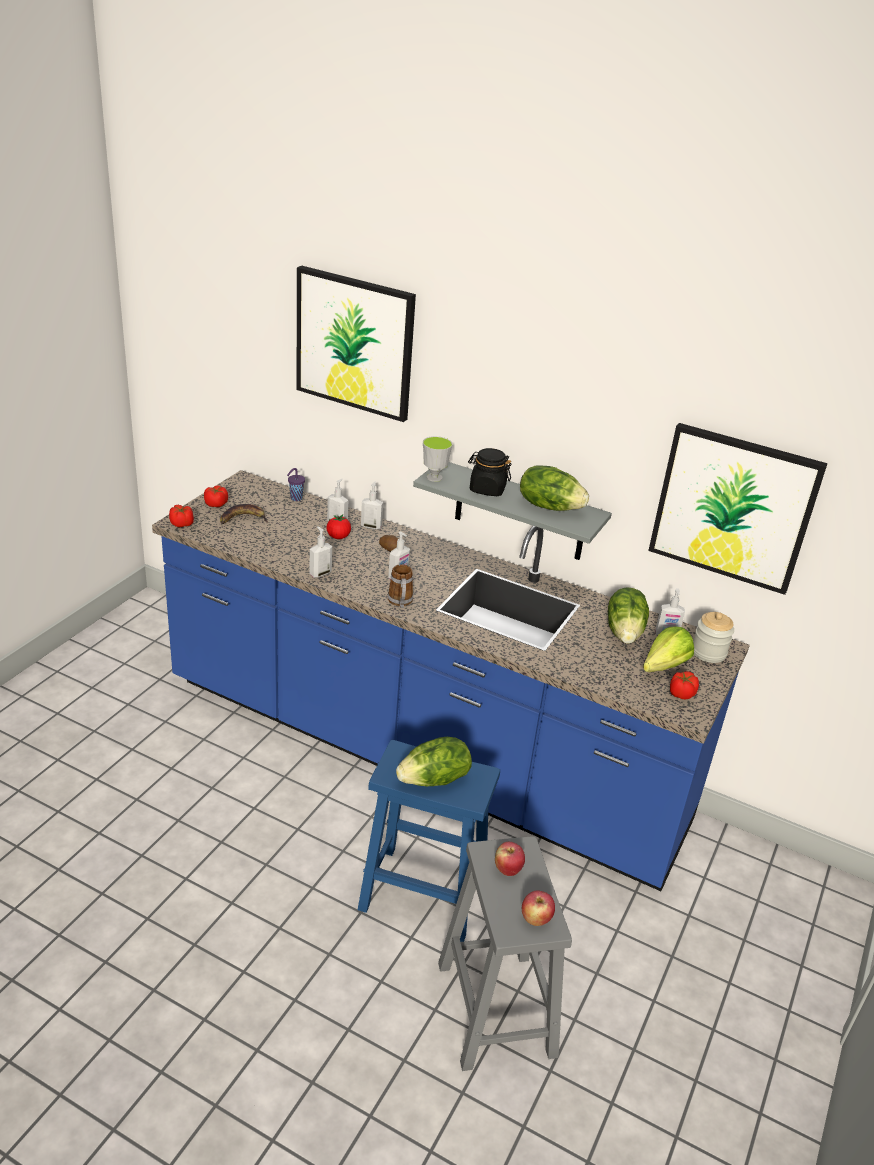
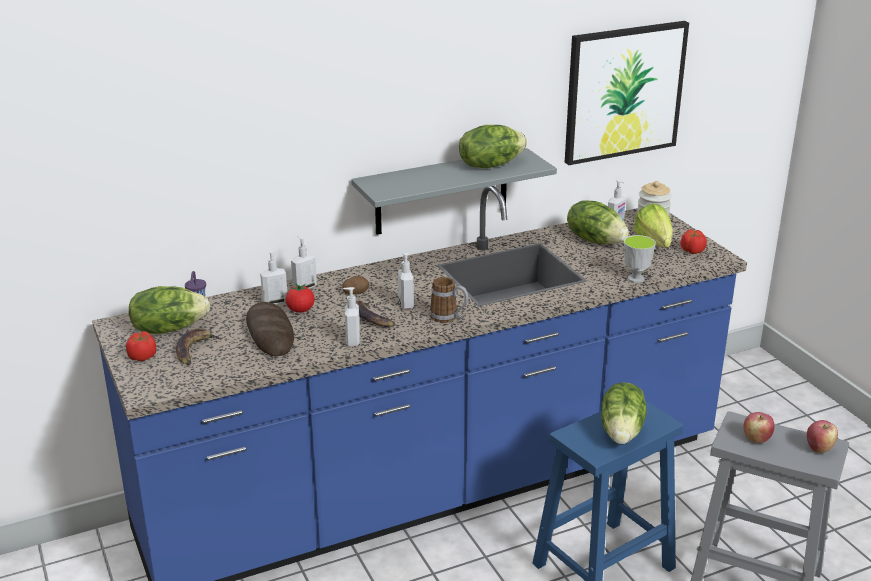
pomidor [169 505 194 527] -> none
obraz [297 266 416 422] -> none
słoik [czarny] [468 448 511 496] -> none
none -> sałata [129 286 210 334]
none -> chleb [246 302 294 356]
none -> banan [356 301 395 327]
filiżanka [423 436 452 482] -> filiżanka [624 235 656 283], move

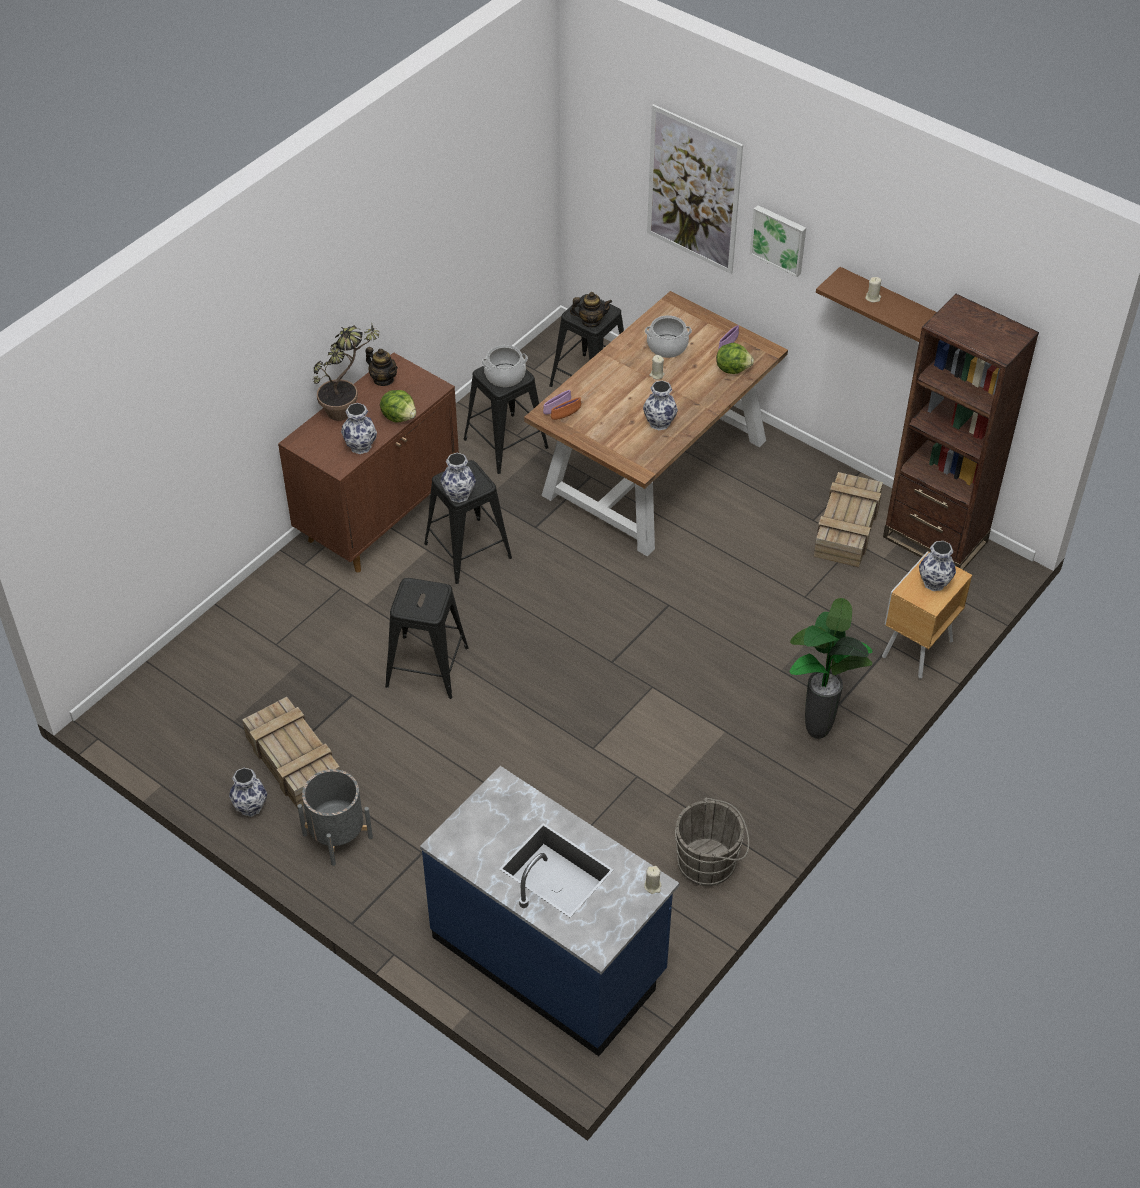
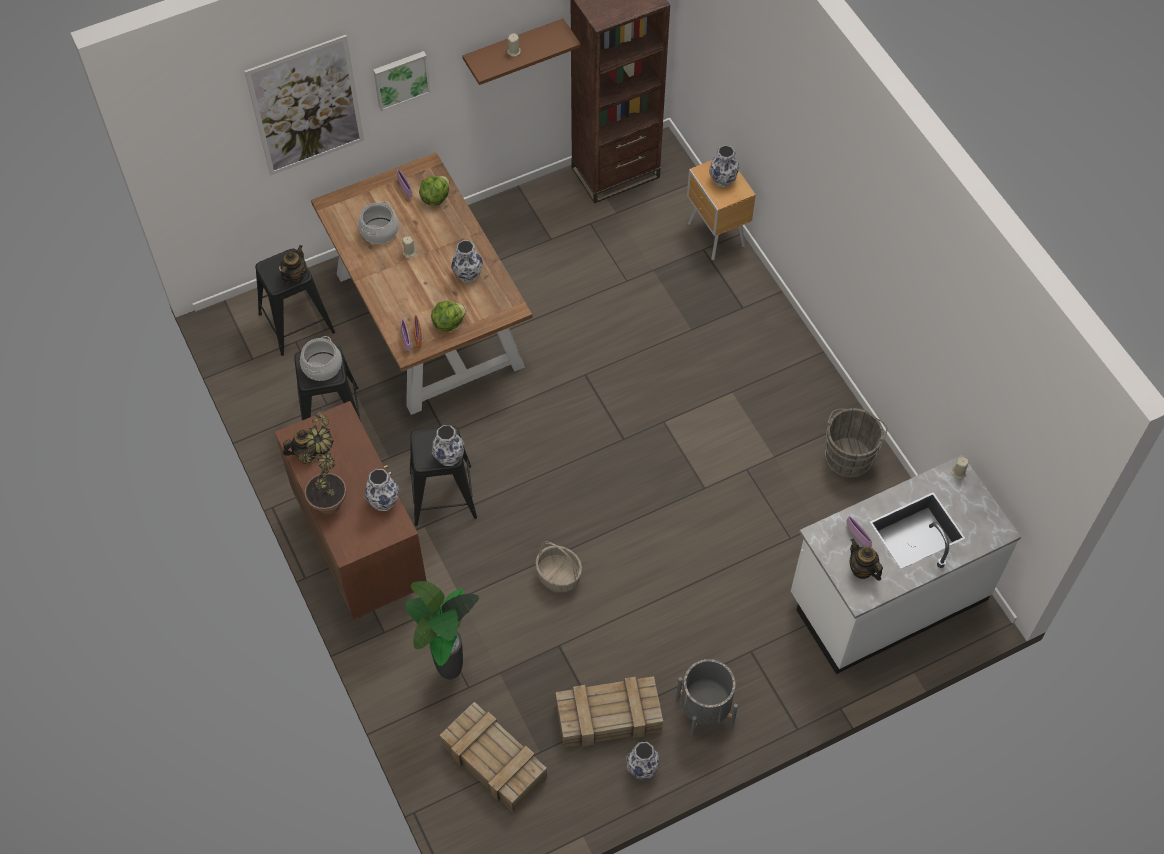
none -> miska [fioletowy] [846 516 872 547]
none -> imbryk [850 539 883 581]
sałata [380 390 416 423] -> sałata [431 301 467 332], move
roślina doniczkowa [789 598 873 739] -> roślina doniczkowa [405 581 479 679], move
skrzynka [813 472 883 568] -> skrzynka [439 702 547 812], move
stołek [czarny] [385 578 469 699] -> koszyk [535 541 582 592]
zabudowa kuchenna [niebieski] [420 766 679 1056] -> zabudowa kuchenna [biały] [791 455 1021 674]

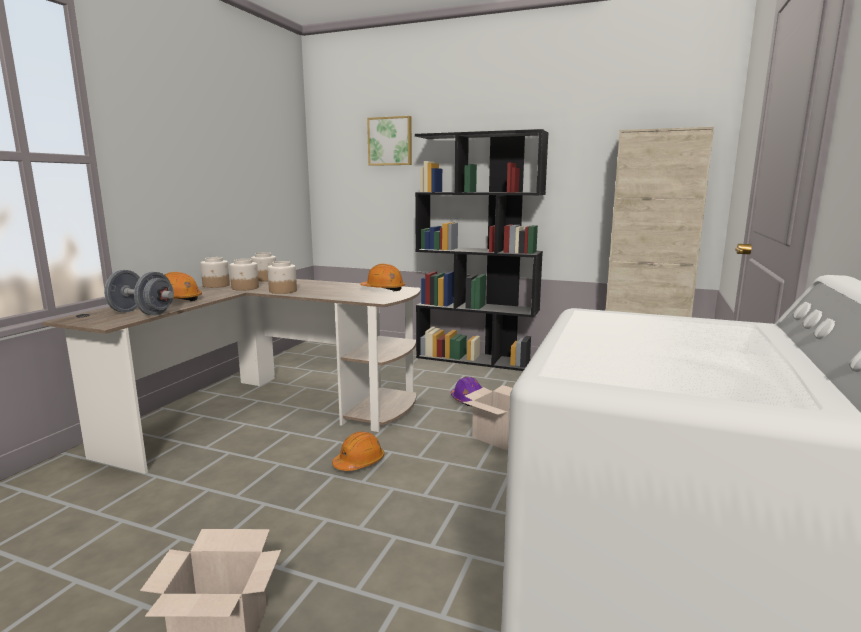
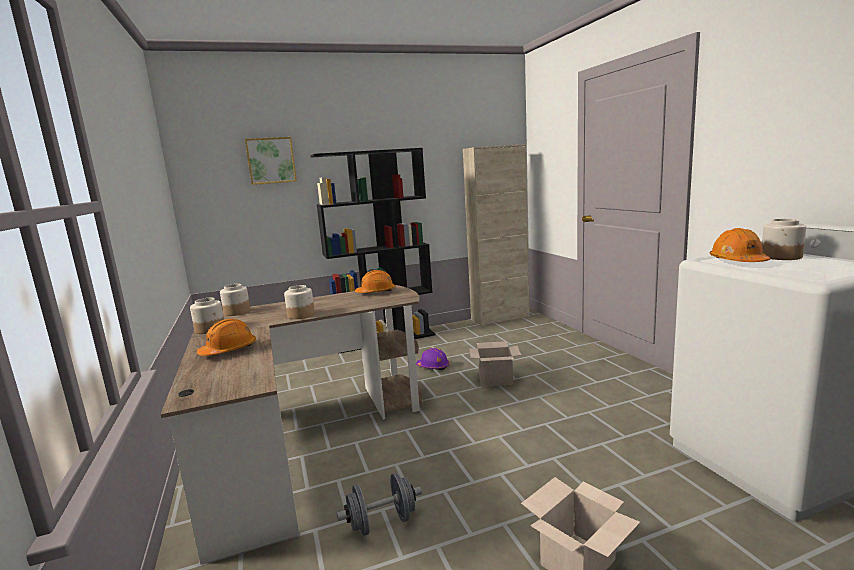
hantel [szary] [104 270 174 315] -> hantel [szary] [337 473 422 536], move
słoik [229 259 259 291] -> słoik [762 219 806 260], move
kask [pomarańczowy] [332 432 384 471] -> kask [pomarańczowy] [709 228 770 262], move

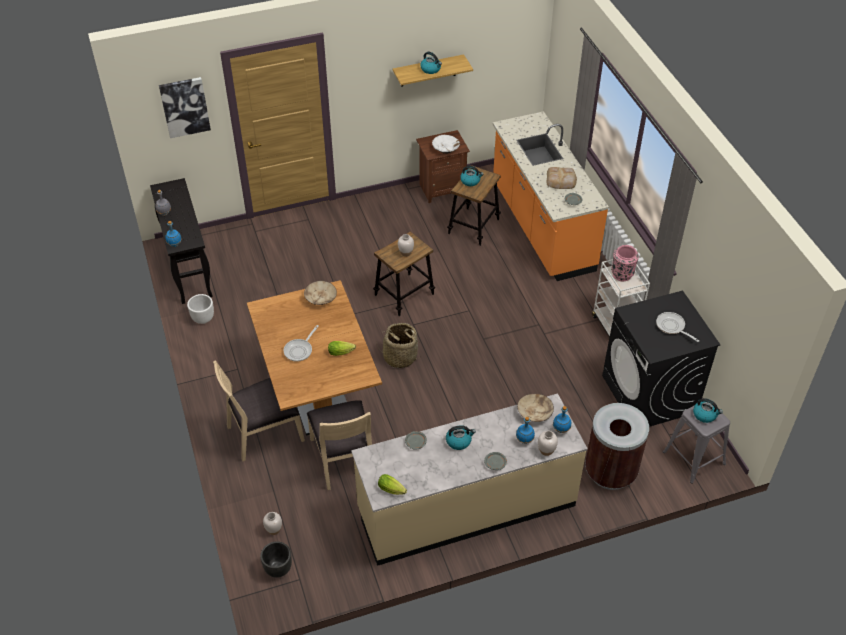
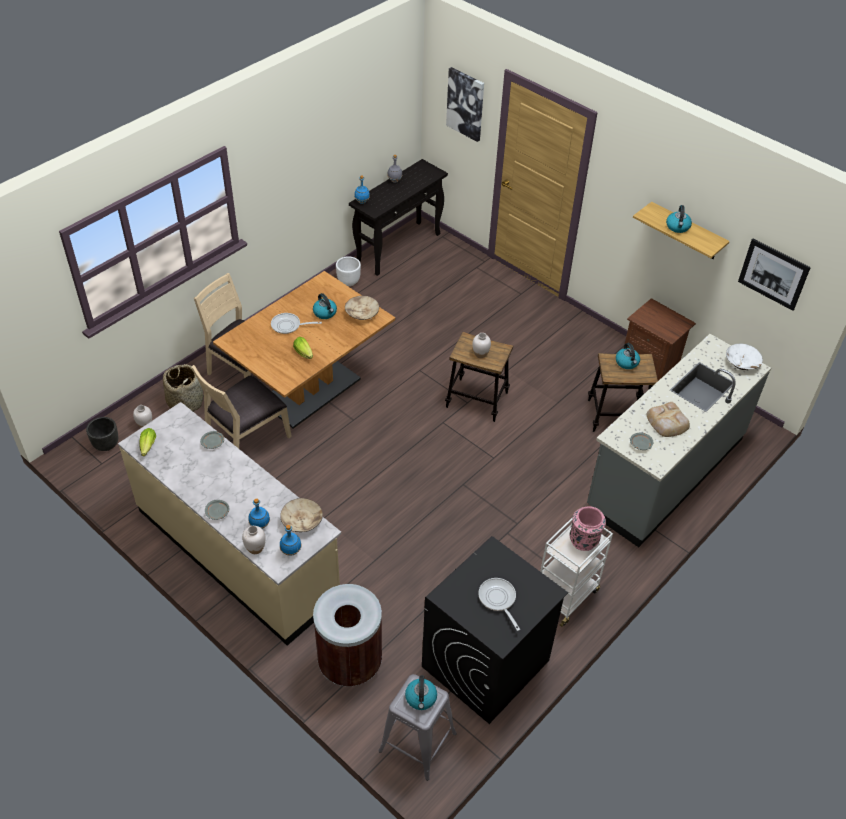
none -> obraz [738 239 811 311]
koszyk [376 323 419 368] -> koszyk [163 364 203 412], move
miska [biały] [432 135 460 154] -> miska [biały] [726 344 763 370], move
czajnik [446 425 476 450] -> czajnik [313 293 337 319], move
zabudowa kuchenna [pomarańczowy] [493 111 609 281] -> zabudowa kuchenna [szary] [587 334 771 547]
patelnia [656 312 699 342] -> patelnia [479 578 520 631], 45 degrees counterclockwise

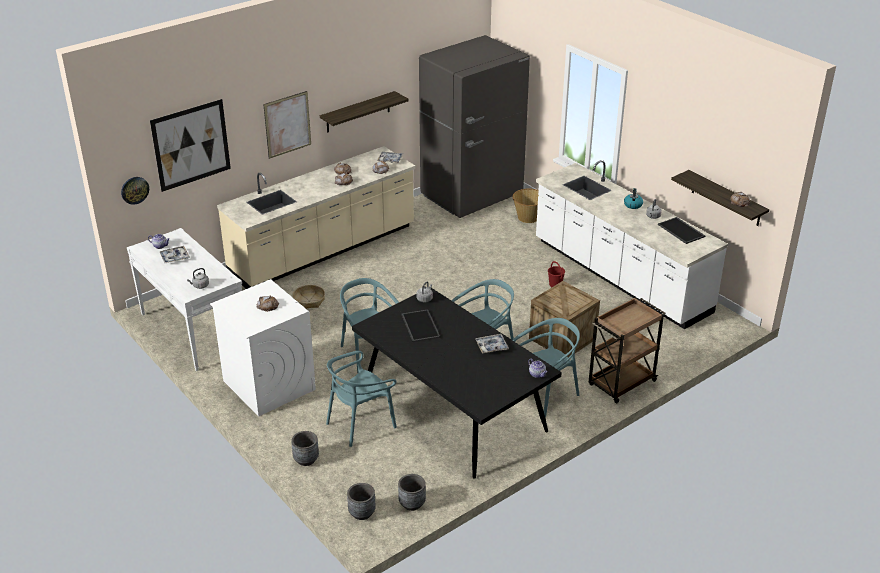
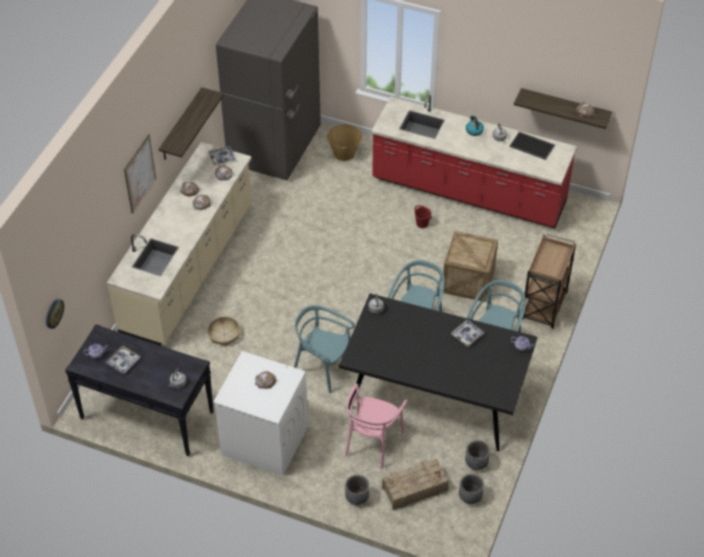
obraz [150 99 231 192] -> none
taca [401 309 440 342] -> none
none -> skrzynka [382 459 449 510]
donica [szary] [347 483 376 520] -> donica [szary] [465 440 490 470], move
stolik konsolowy [biały] [127 228 242 371] -> stolik konsolowy [czarny] [65 324 214 456]
krzesło [turkusowy] [326 351 397 447] -> krzesło [różowy] [345 384 408 469]
zabudowa kuchenna [biały] [536 160 728 329] -> zabudowa kuchenna [czerwony] [371 95 577 228]

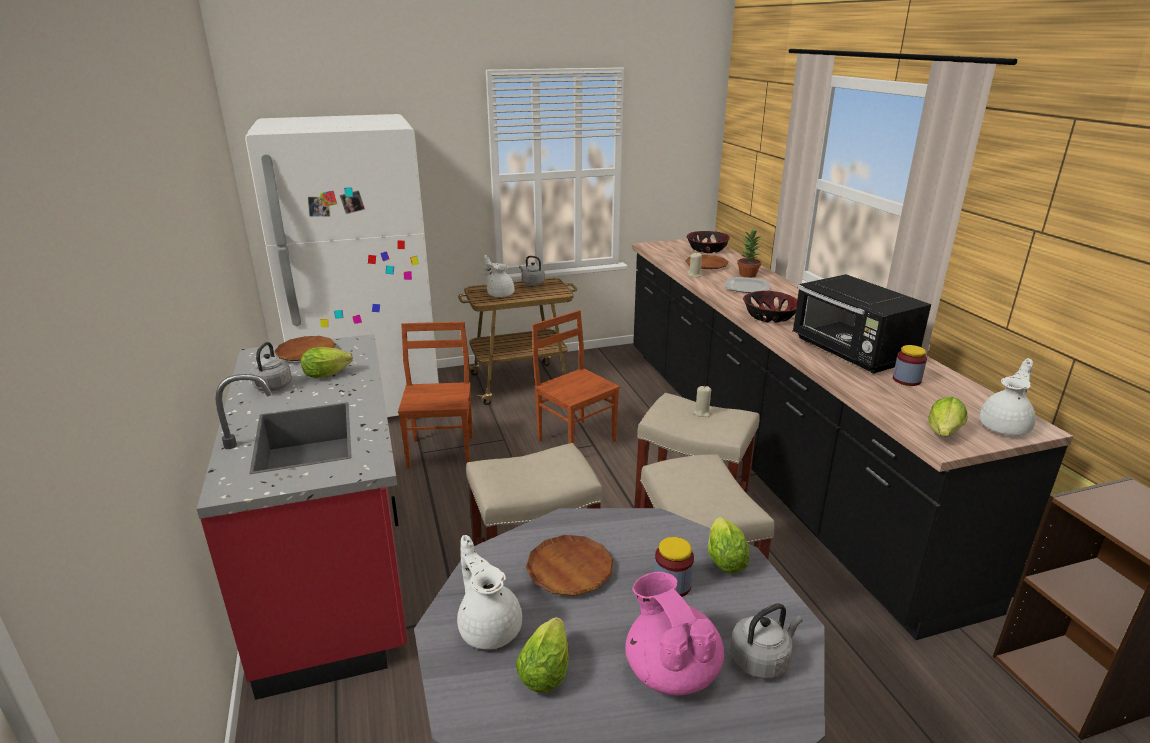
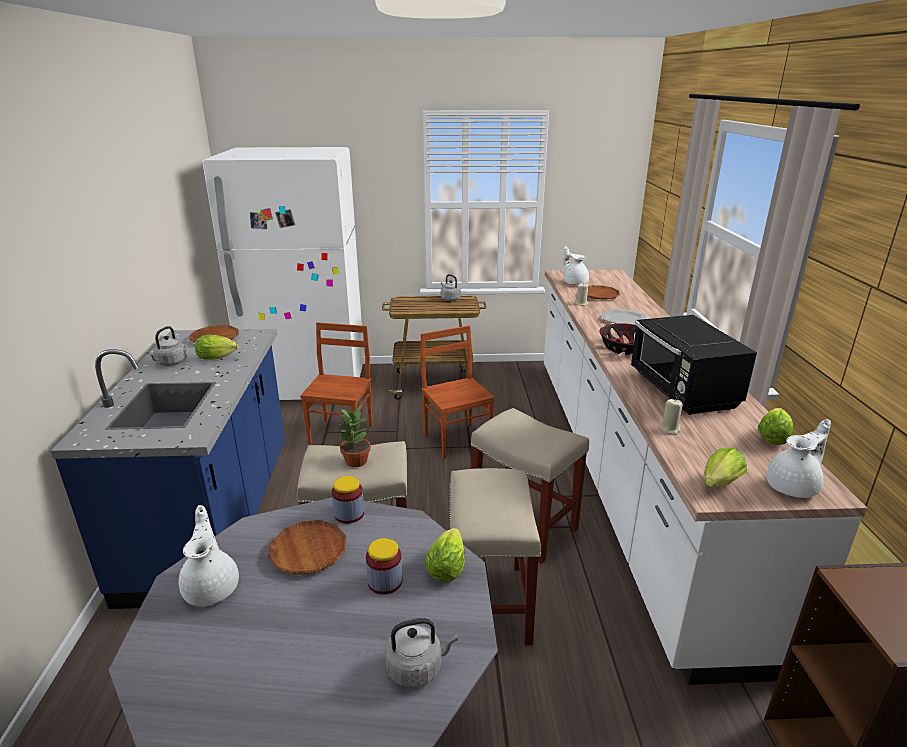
imbryk [różowy] [625 572 724 695] -> none
miska [687 231 730 253] -> none
imbryk [biały] [484 255 515 297] -> imbryk [biały] [563 246 589 285], move
sałata [516 617 569 693] -> sałata [758 408 793 445], move
świeca [beżowy] [694 386 711 417] -> świeca [beżowy] [660 399 683 435], move
roślina doniczkowa [737 228 762 278] -> roślina doniczkowa [338 406 371 467], move
słoik [893 345 927 386] -> słoik [332 476 364 524], move
zabudowa kuchenna [czerwony] [197 334 408 700] -> zabudowa kuchenna [niebieski] [51 329 285 609]
zabudowa kuchenna [czarny] [632 238 1073 640] -> zabudowa kuchenna [biały] [544 270 867 685]

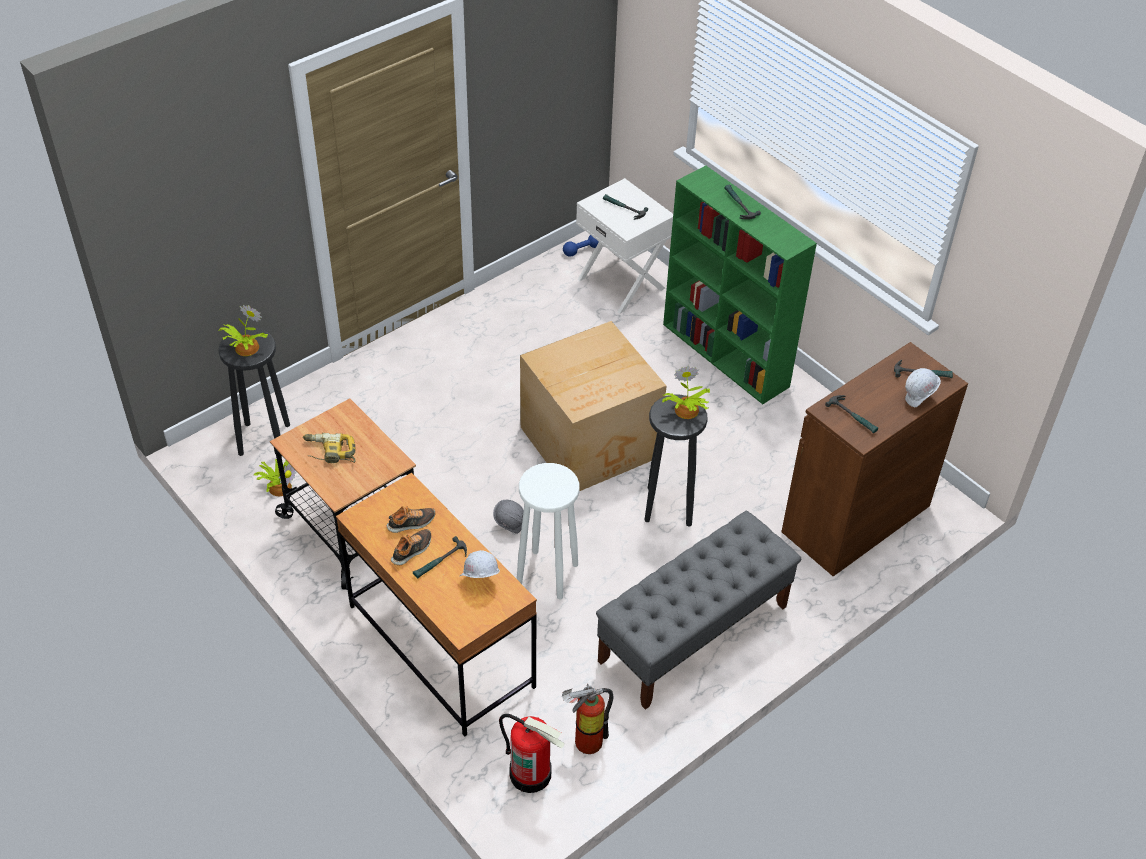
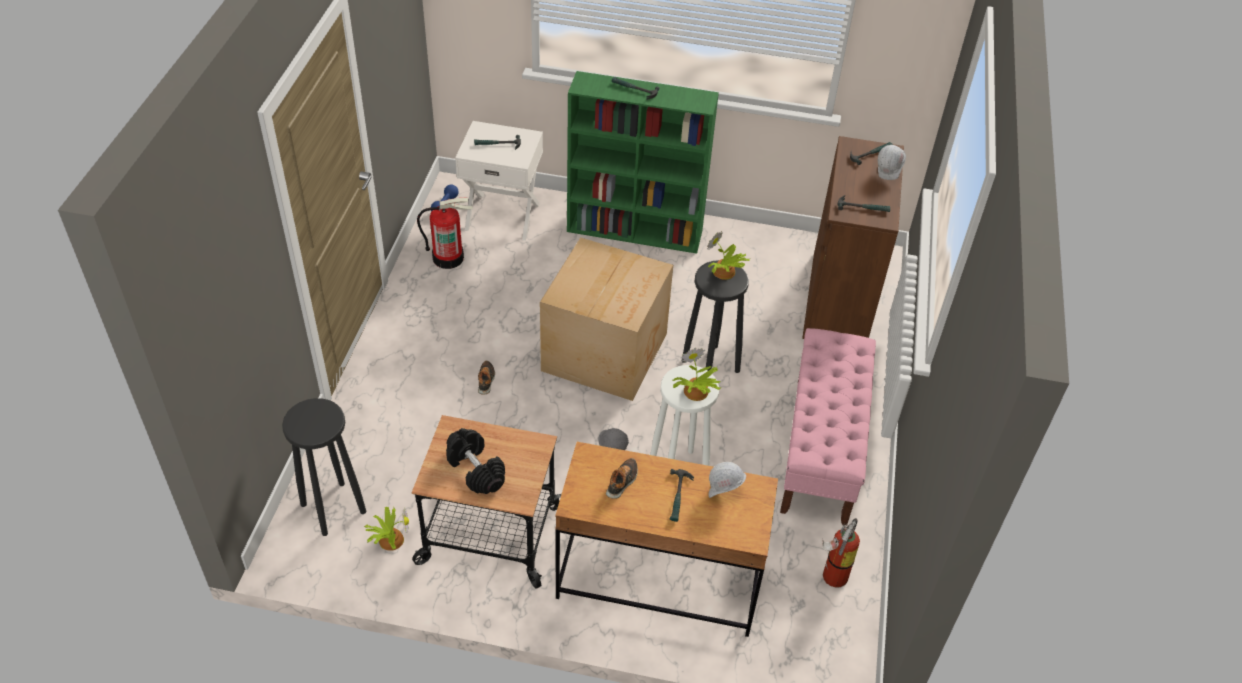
roślina doniczkowa [218 305 268 356] -> roślina doniczkowa [673 348 720 401], move
but [391 529 431 565] -> but [478 361 495 395], move
gaśnica [499 714 565 793] -> gaśnica [417 198 473 269], move
wiertarka [303 433 356 463] -> hantel [czarny] [446 428 505 494]
ławka [szary] [596 511 801 710] -> ławka [różowy] [780 328 876 525]

